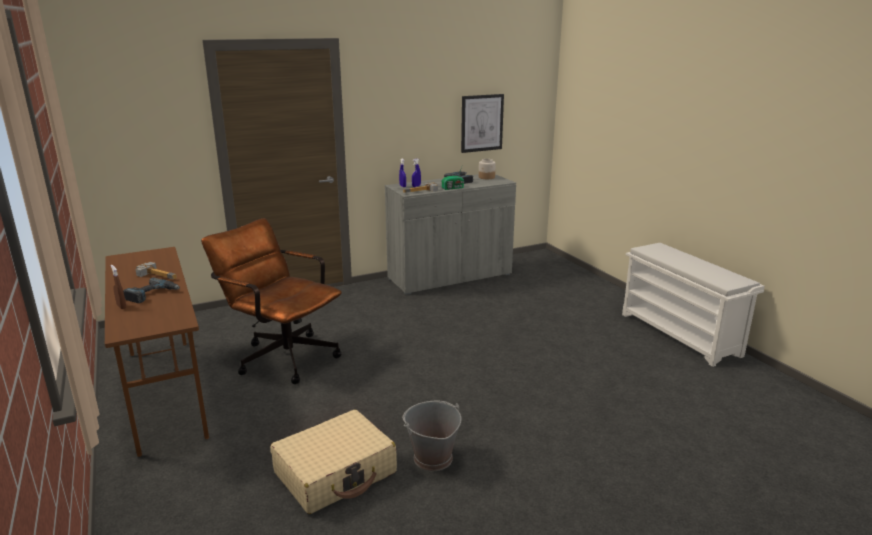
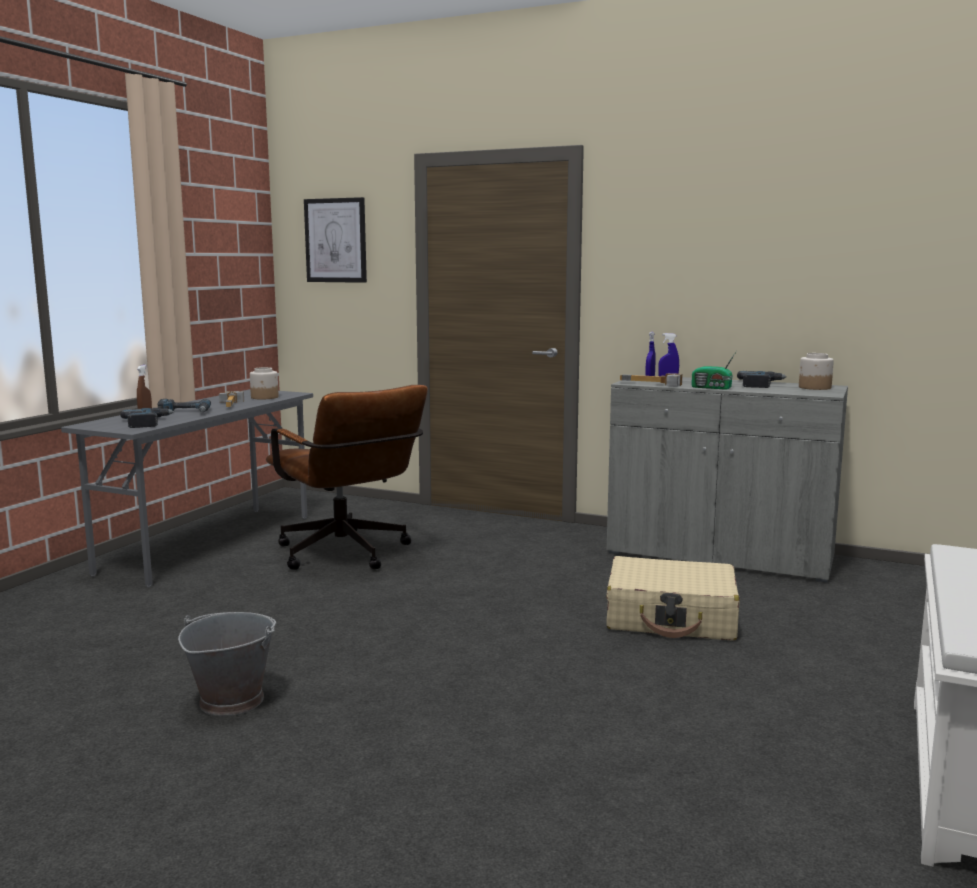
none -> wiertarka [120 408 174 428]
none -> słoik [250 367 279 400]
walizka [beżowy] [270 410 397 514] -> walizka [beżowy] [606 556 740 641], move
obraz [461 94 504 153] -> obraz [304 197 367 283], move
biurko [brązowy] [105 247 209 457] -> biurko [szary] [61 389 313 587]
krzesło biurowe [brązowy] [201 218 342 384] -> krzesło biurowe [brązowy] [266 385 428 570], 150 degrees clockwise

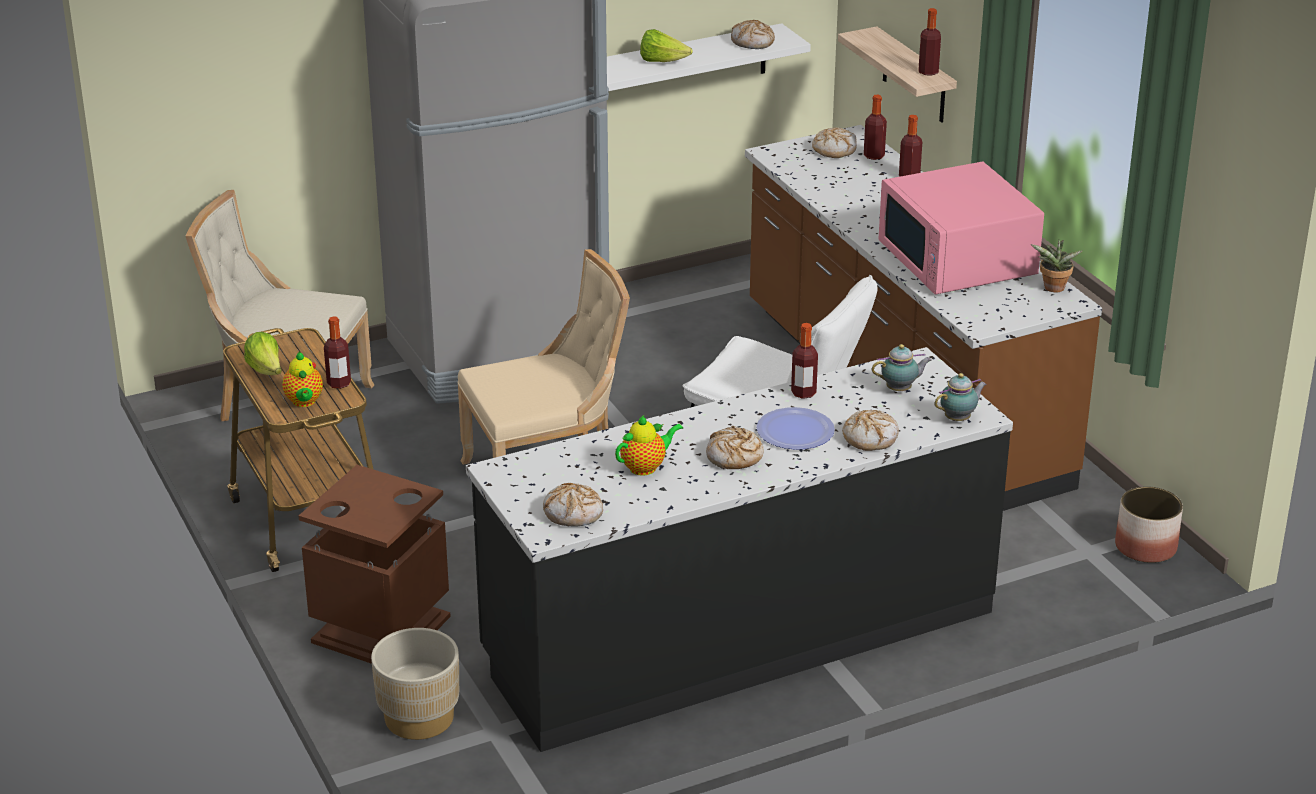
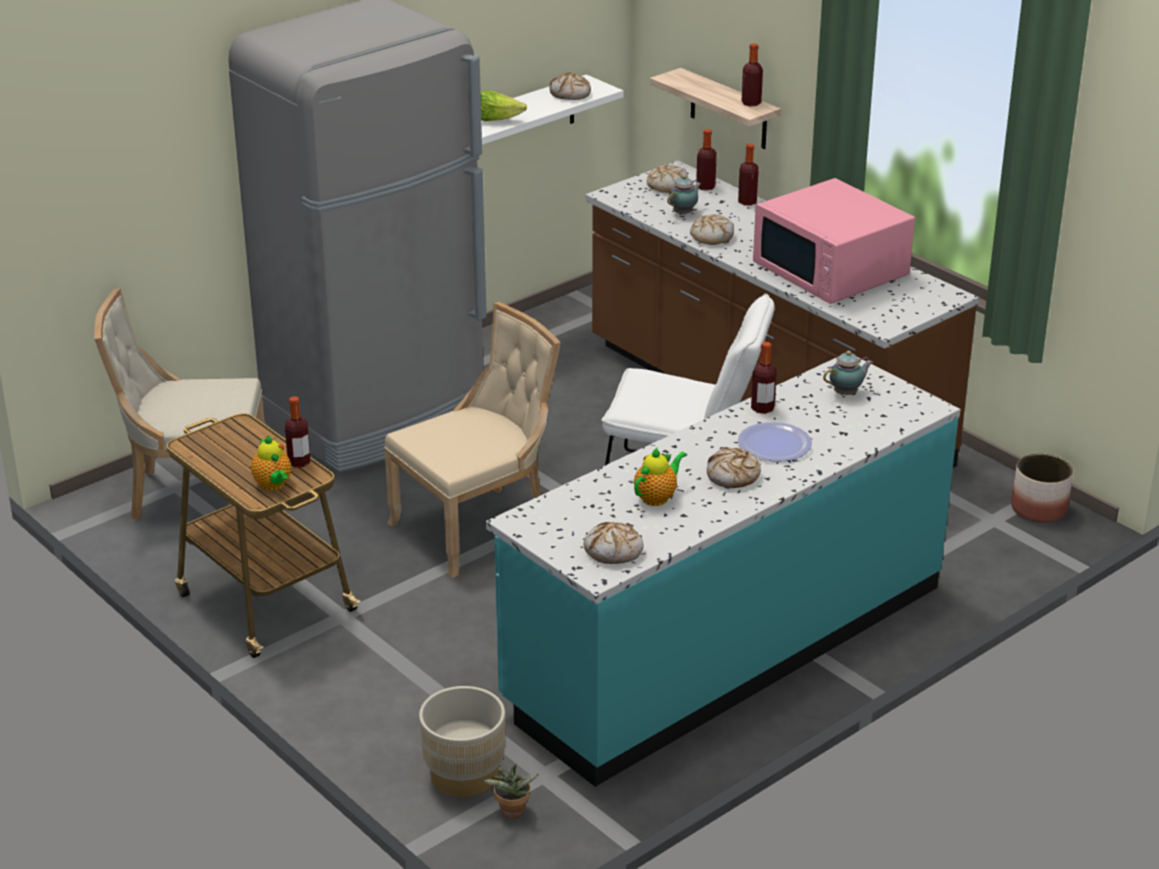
sałata [244 332 282 375] -> none
kosz na śmieci [brązowy] [299 465 451 664] -> none
chleb [842 410 899 451] -> chleb [690 214 734 245], move
imbryk [934 373 987 421] -> imbryk [667 175 701 215], move
roślina doniczkowa [1031 240 1083 292] -> roślina doniczkowa [482 763 539 818], move
zabudowa kuchenna [czarny] [466 347 1013 752] -> zabudowa kuchenna [turkusowy] [486 356 961 787]

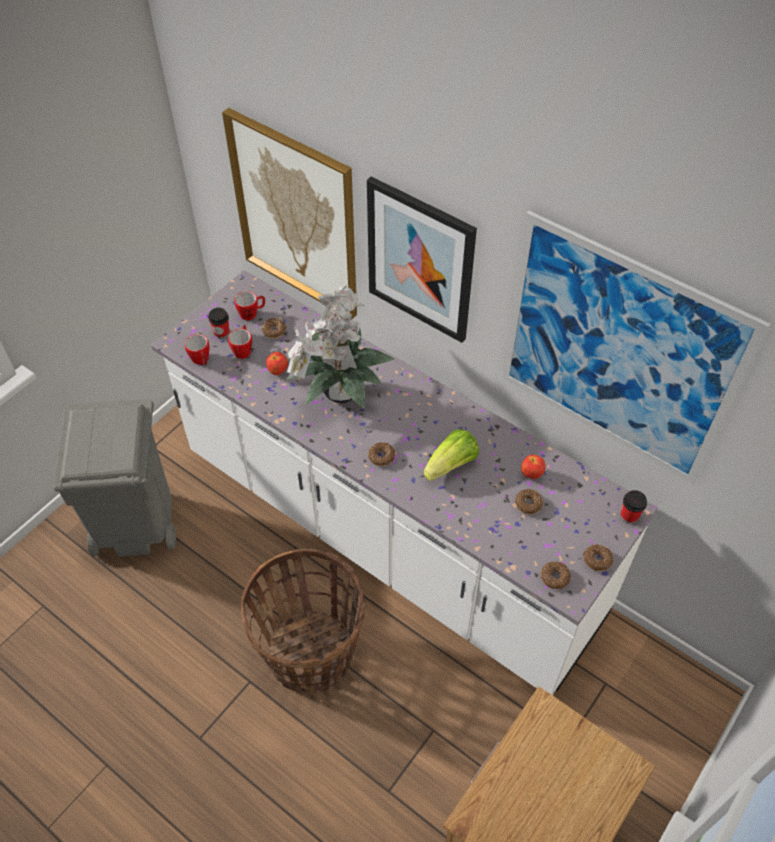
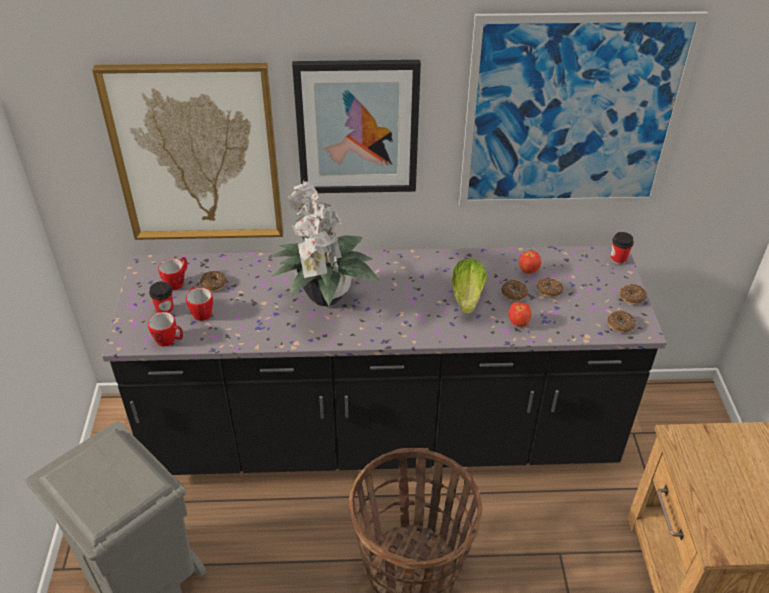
jabłko [266 352 288 375] -> jabłko [508 302 531 327], move
donut [368 442 395 466] -> donut [501 280 528 301], move
zabudowa kuchenna [biały] [151 270 658 695] -> zabudowa kuchenna [czarny] [102 245 667 475]

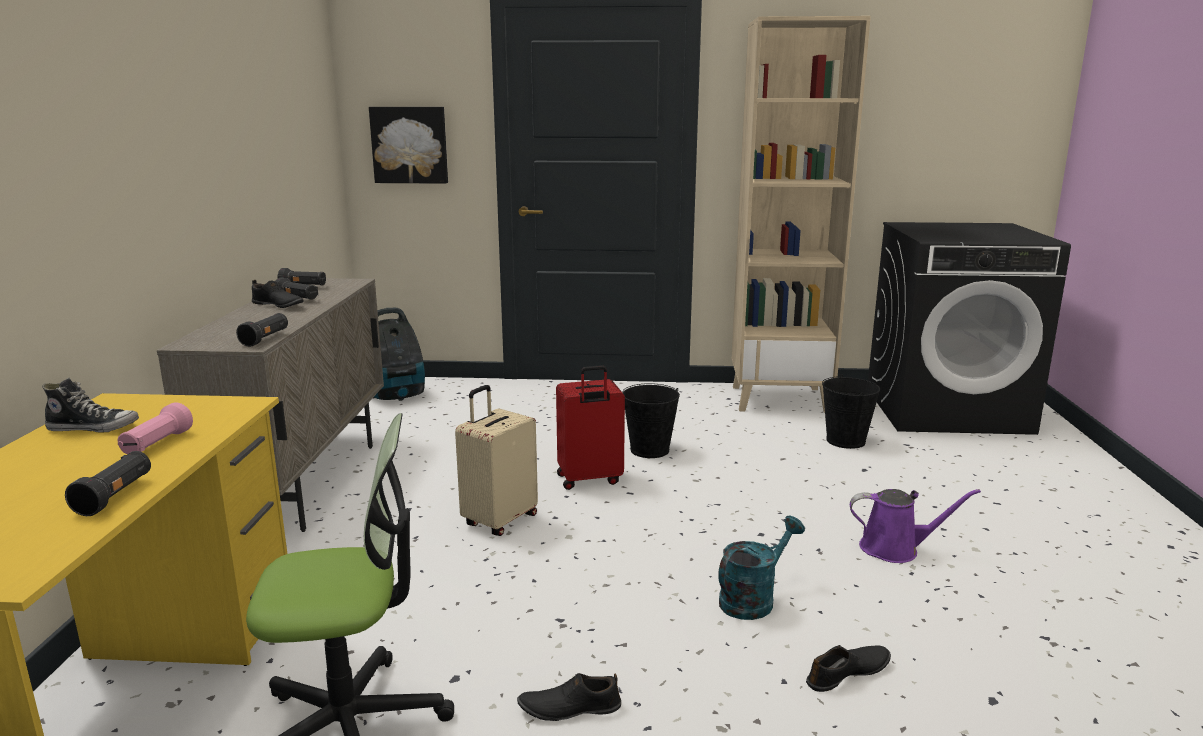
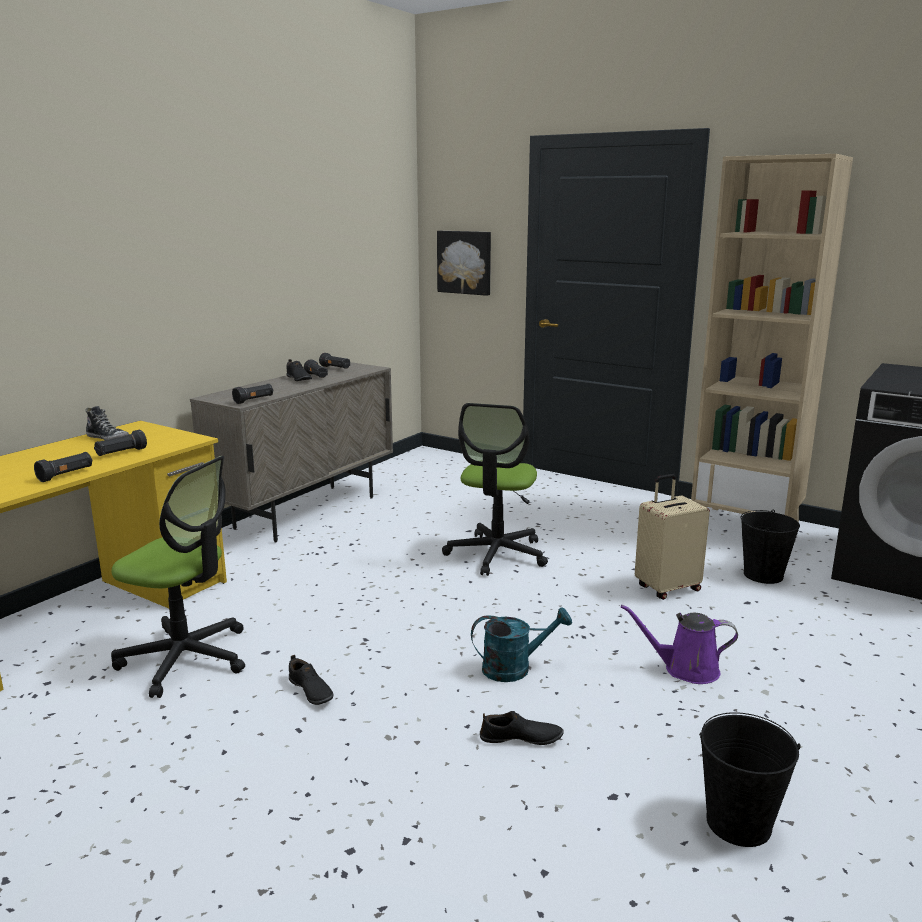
odkurzacz [373 308 425 401] -> none
walizka [beżowy] [455 385 538 536] -> walizka [beżowy] [635 474 710 600], move
wiadro [czarny] [623 383 680 458] -> wiadro [czarny] [699 712 800 847], move
walizka [czerwony] [556 365 625 490] -> krzesło biurowe [442 403 548 576]
latarka [różowy] [118 402 193 454] -> latarka [czarny] [94 430 147 456]
but [czarny] [517 673 621 721] -> but [czarny] [289 655 334 705], 150 degrees counterclockwise
konewka [fioletowy] [850 489 981 563] -> konewka [fioletowy] [621 605 738 684], 150 degrees clockwise

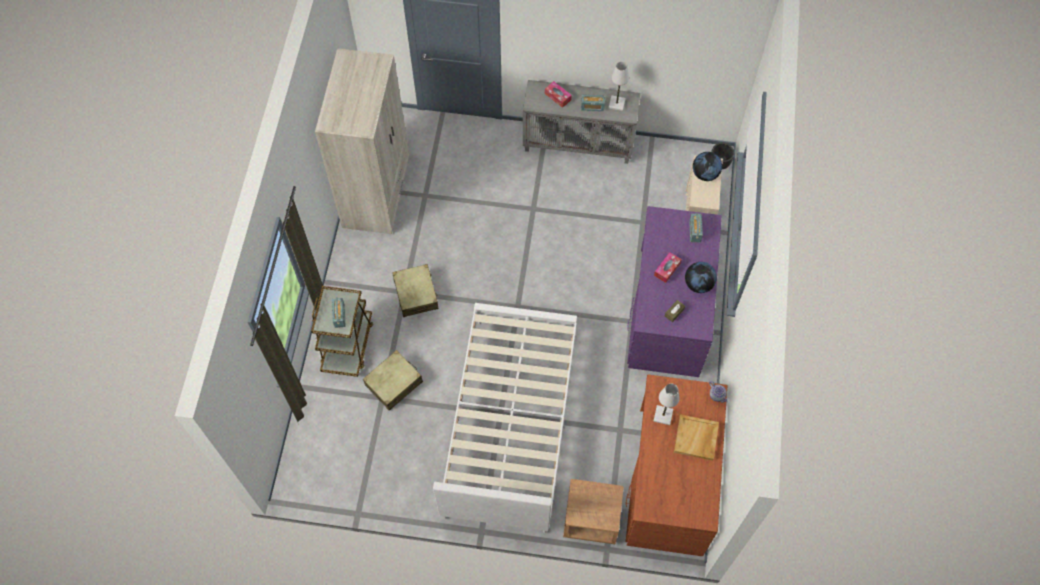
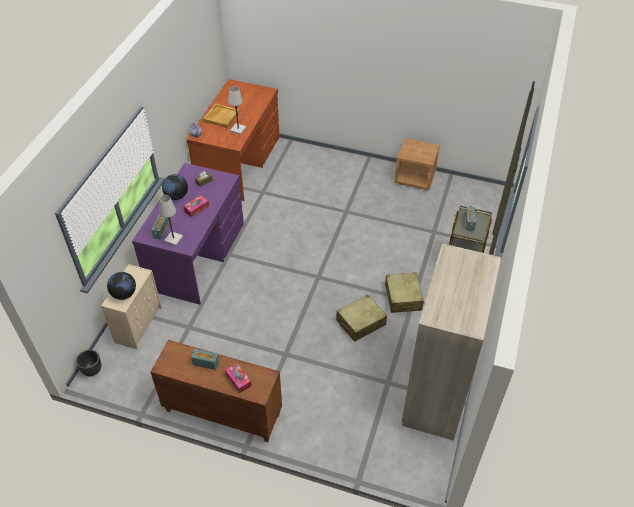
łóżko [biały] [433 303 577 533] -> none
walizka [beżowy] [363 350 423 411] -> walizka [beżowy] [336 295 387 342], move
szafka nocna [brązowy] [563 479 624 544] -> szafka nocna [brązowy] [394 138 440 190], move
lampa stołowa [biały] [609 62 629 111] -> lampa stołowa [biały] [159 195 183 246], move
szafka [szary] [523 80 640 164] -> szafka [brązowy] [150 340 282 442]

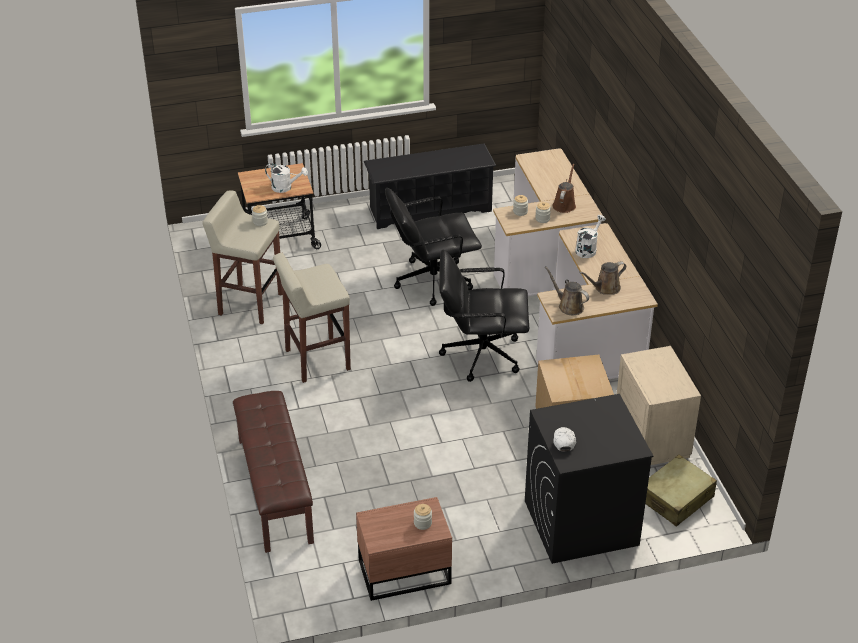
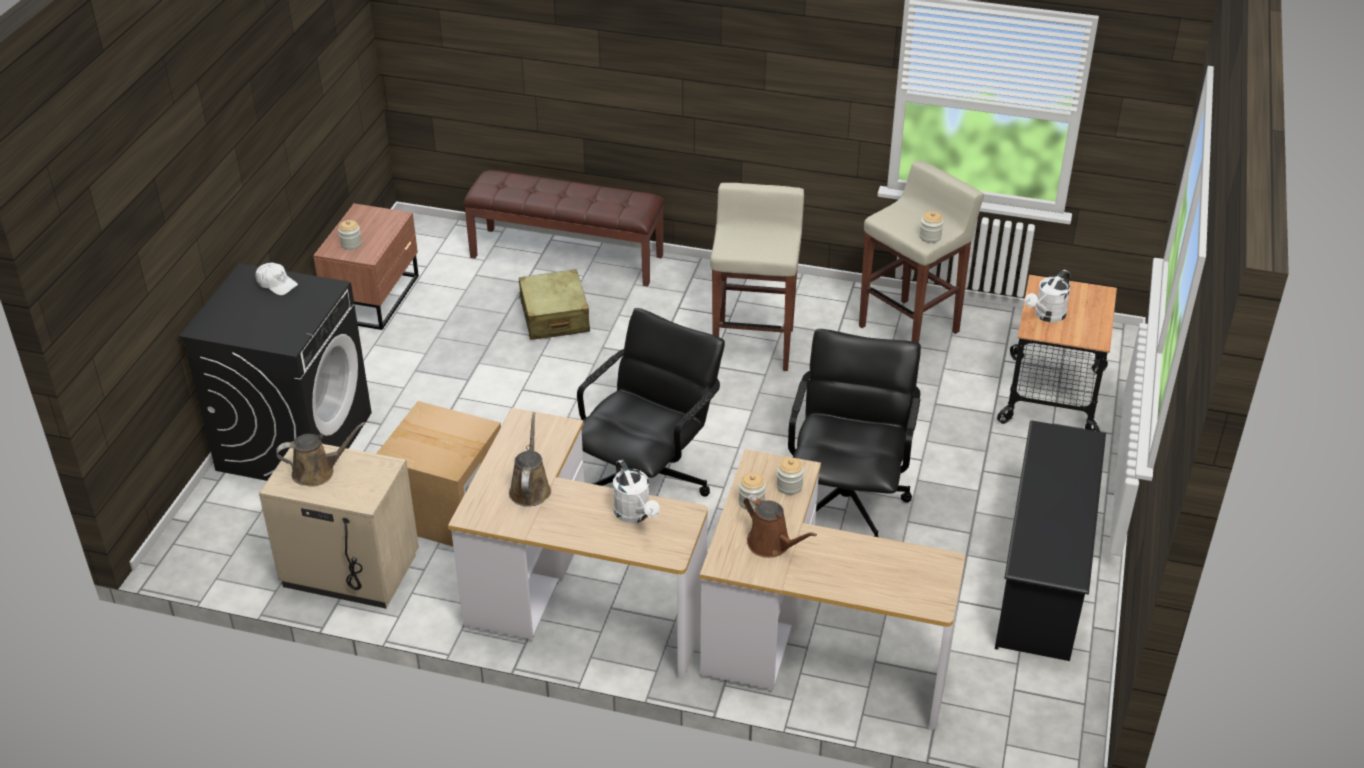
konewka [brązowy] [545 267 589 315] -> konewka [brązowy] [276 422 365 487], move
walizka [beżowy] [645 455 717 527] -> walizka [beżowy] [519 269 590 340], move

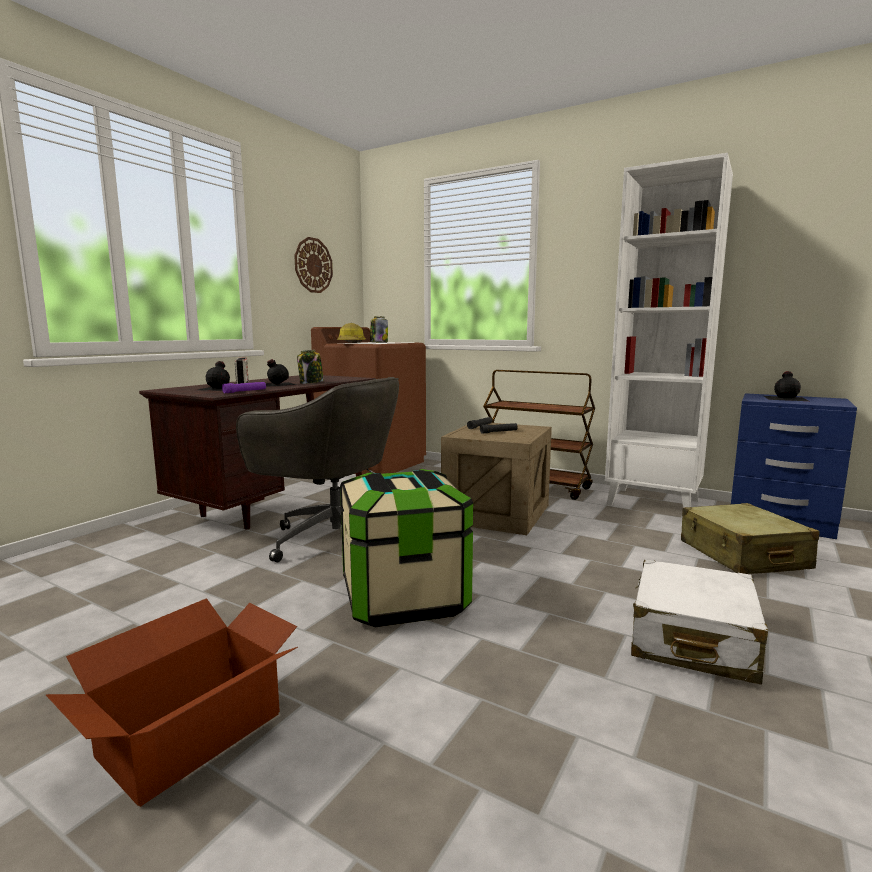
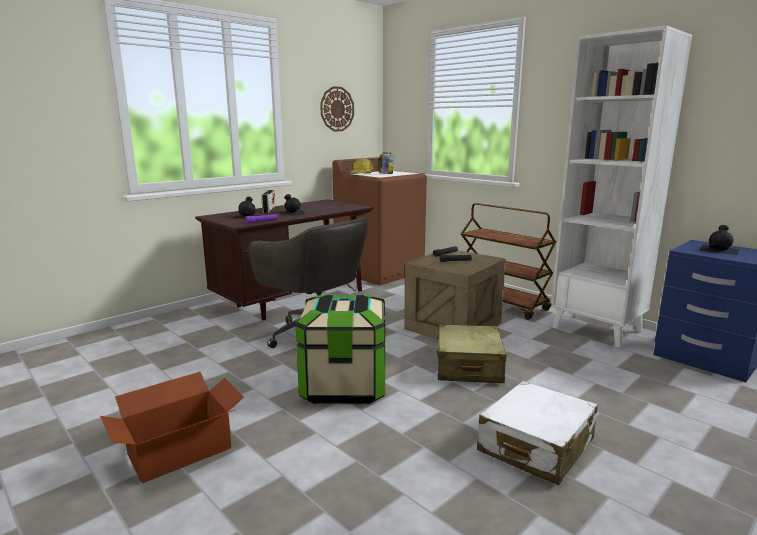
słoik [297 350 324 384] -> none
walizka [beżowy] [681 503 819 574] -> walizka [beżowy] [436 324 507 383], move

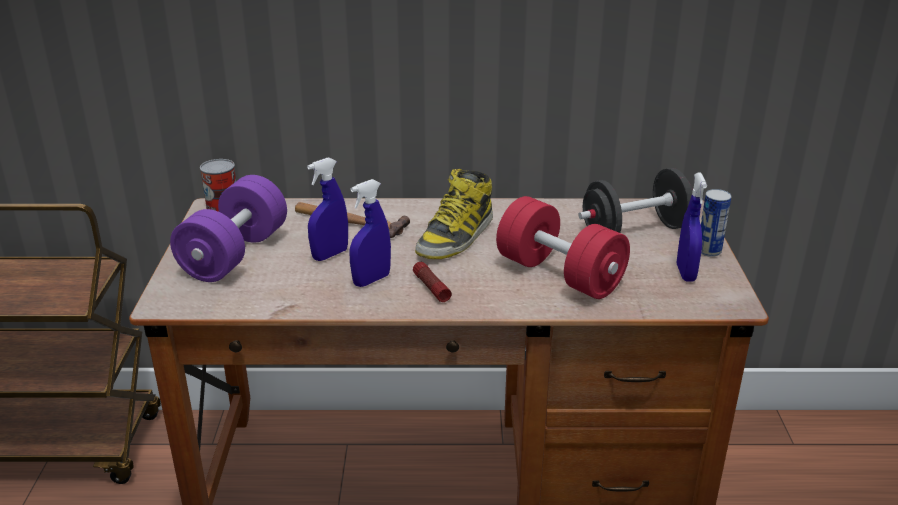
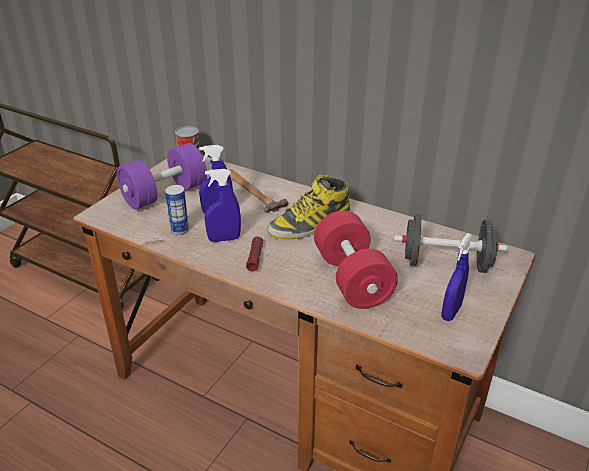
puszka [701 189 732 257] -> puszka [165 185 189 235], move

